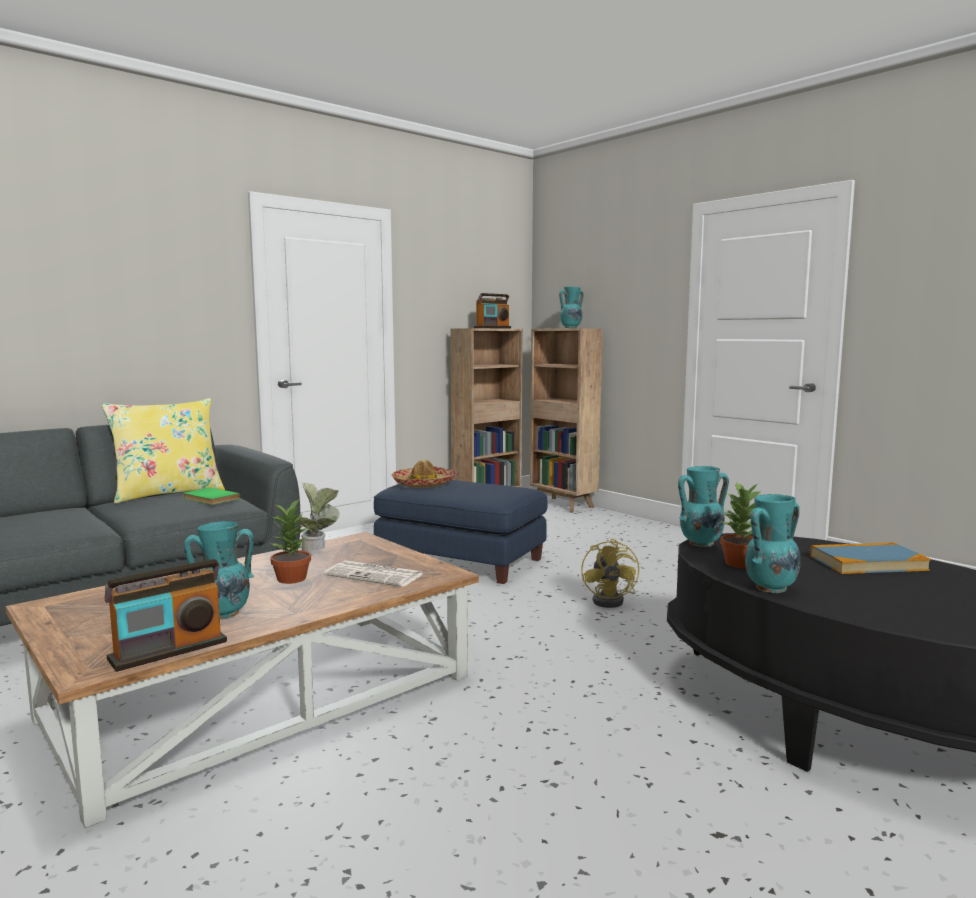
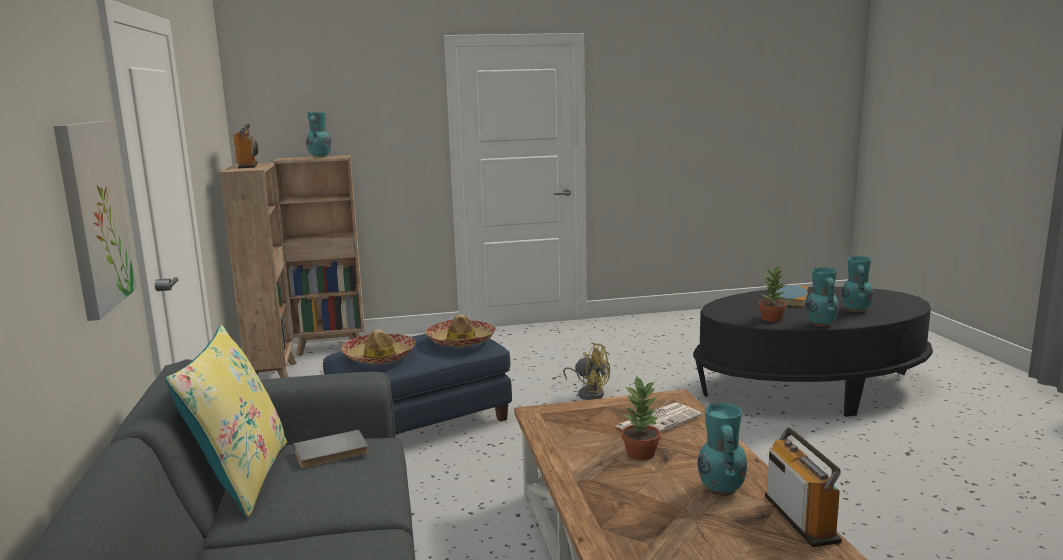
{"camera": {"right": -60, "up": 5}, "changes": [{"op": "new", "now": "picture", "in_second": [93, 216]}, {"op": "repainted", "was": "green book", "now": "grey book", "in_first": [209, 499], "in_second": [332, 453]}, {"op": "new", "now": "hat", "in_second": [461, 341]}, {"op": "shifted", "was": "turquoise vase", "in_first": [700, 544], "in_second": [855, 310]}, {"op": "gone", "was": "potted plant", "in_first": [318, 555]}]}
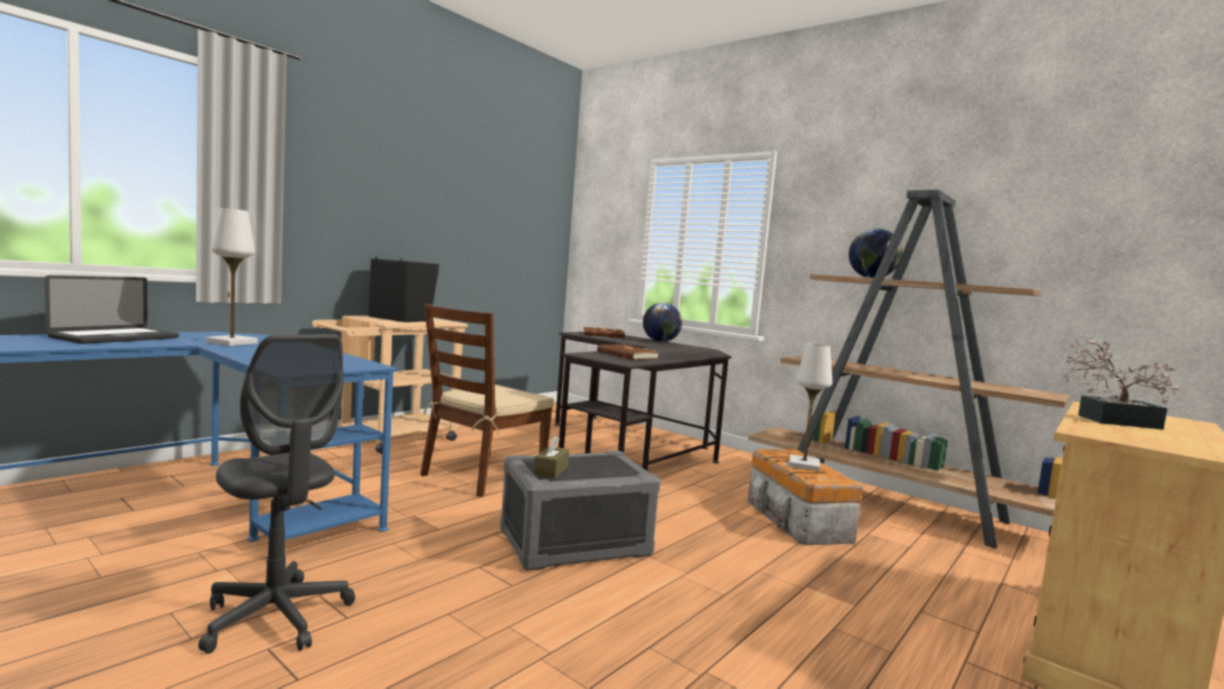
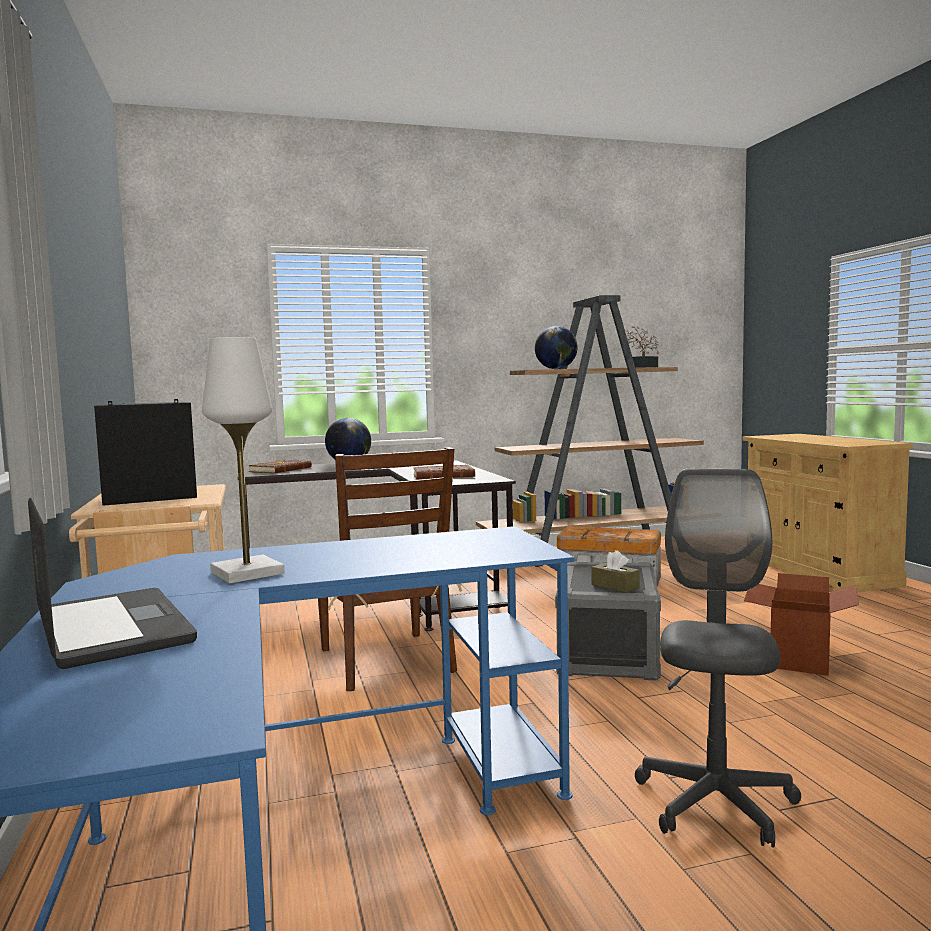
{"camera": {"right": -55, "up": 0}, "changes": [{"op": "shifted", "was": "potted plant", "in_first": [1110, 421], "in_second": [640, 367]}, {"op": "rotated", "was": "grey office chair", "in_first": [276, 617], "in_second": [715, 802], "clockwise": -60}, {"op": "new", "now": "cardboard box", "in_second": [798, 659]}, {"op": "gone", "was": "white table lamp", "in_first": [804, 465]}]}
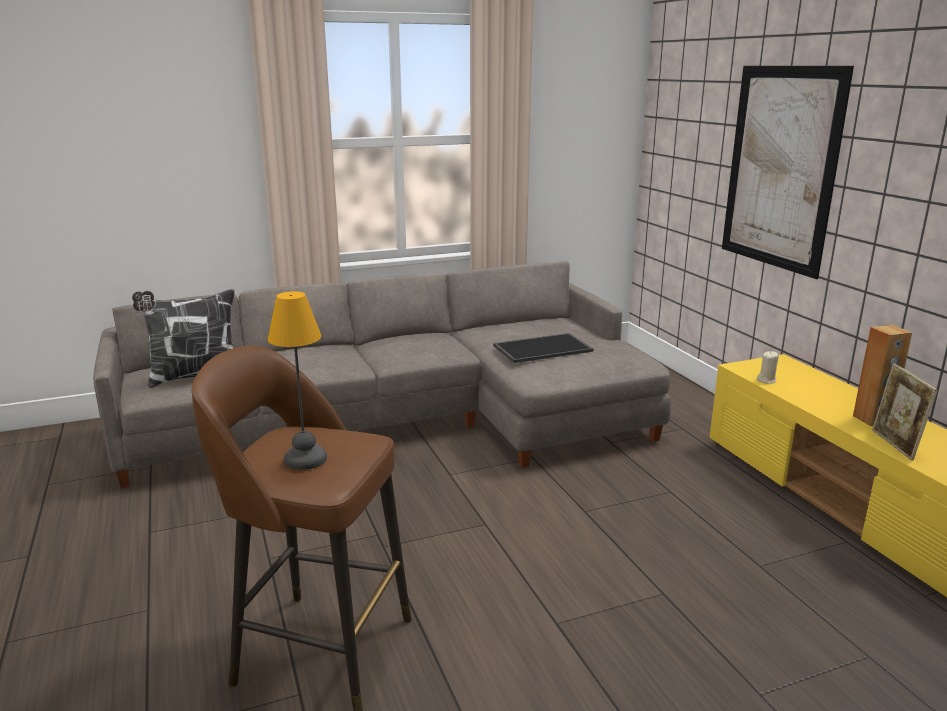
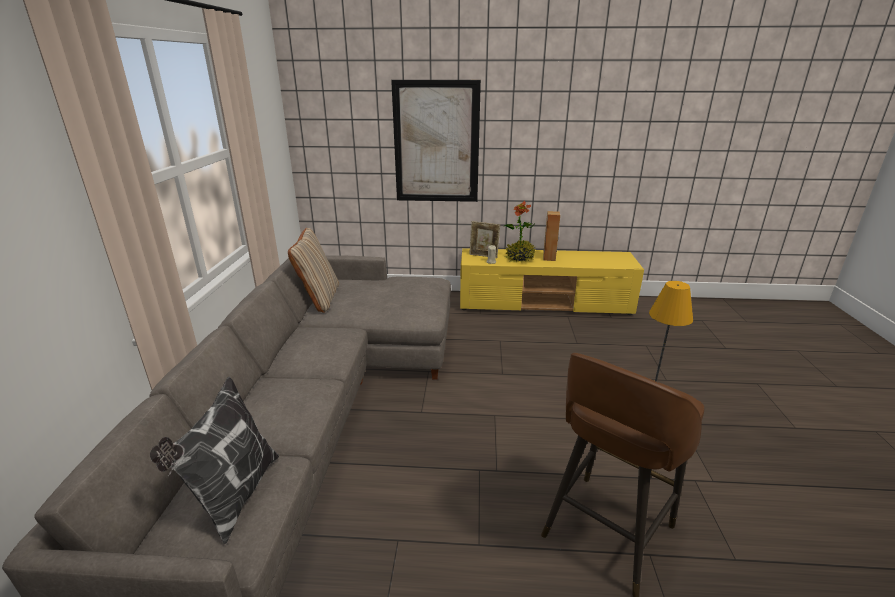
{"camera": {"right": -65, "up": 5}, "changes": [{"op": "new", "now": "beige pillow", "in_second": [319, 298]}, {"op": "shifted", "was": "picture frame", "in_first": [895, 445], "in_second": [483, 256]}, {"op": "new", "now": "potted plant", "in_second": [519, 258]}, {"op": "gone", "was": "tray", "in_first": [543, 348]}]}
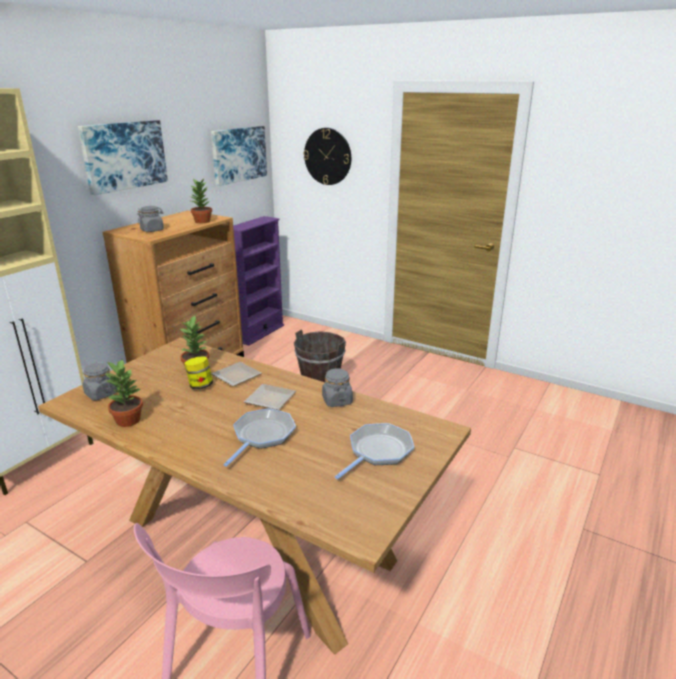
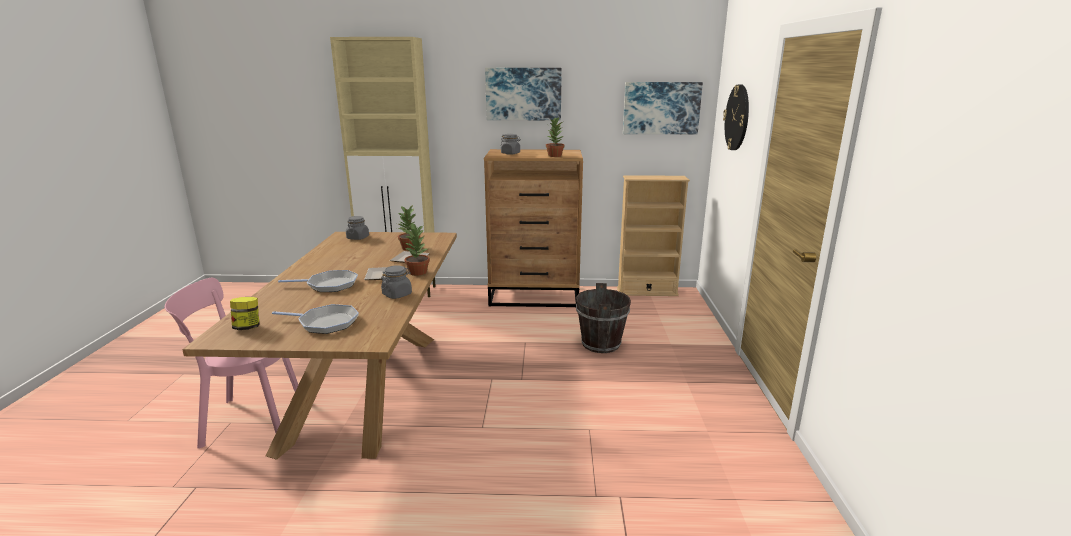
{"camera": {"right": 60, "up": -5}, "changes": [{"op": "shifted", "was": "jar", "in_first": [200, 386], "in_second": [247, 327]}, {"op": "shifted", "was": "potted plant", "in_first": [128, 420], "in_second": [418, 272]}, {"op": "repainted", "was": "purple bookcase", "now": "beige bookcase", "in_first": [259, 333], "in_second": [647, 292]}]}
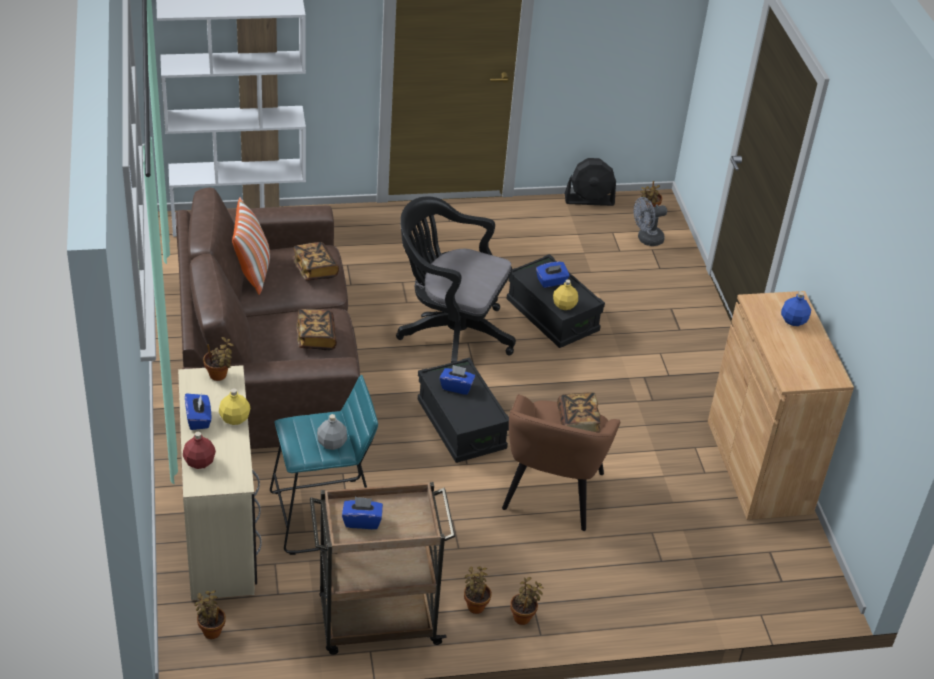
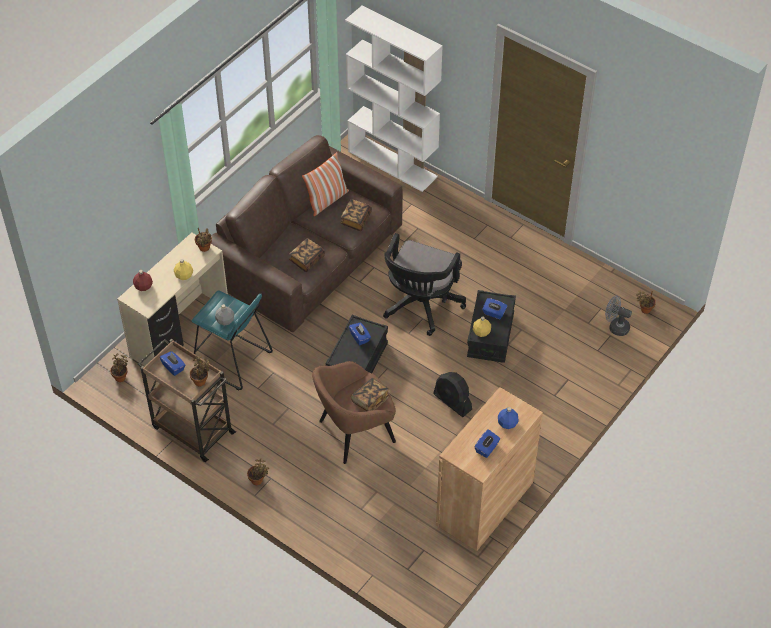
{"camera": {"right": 50, "up": 10}, "changes": [{"op": "shifted", "was": "potted plant", "in_first": [475, 605], "in_second": [201, 381]}, {"op": "rotated", "was": "black office chair", "in_first": [450, 333], "in_second": [420, 306], "clockwise": -135}, {"op": "shifted", "was": "black fan", "in_first": [589, 200], "in_second": [452, 402]}, {"op": "shifted", "was": "blue tissue box", "in_first": [198, 419], "in_second": [487, 448]}]}
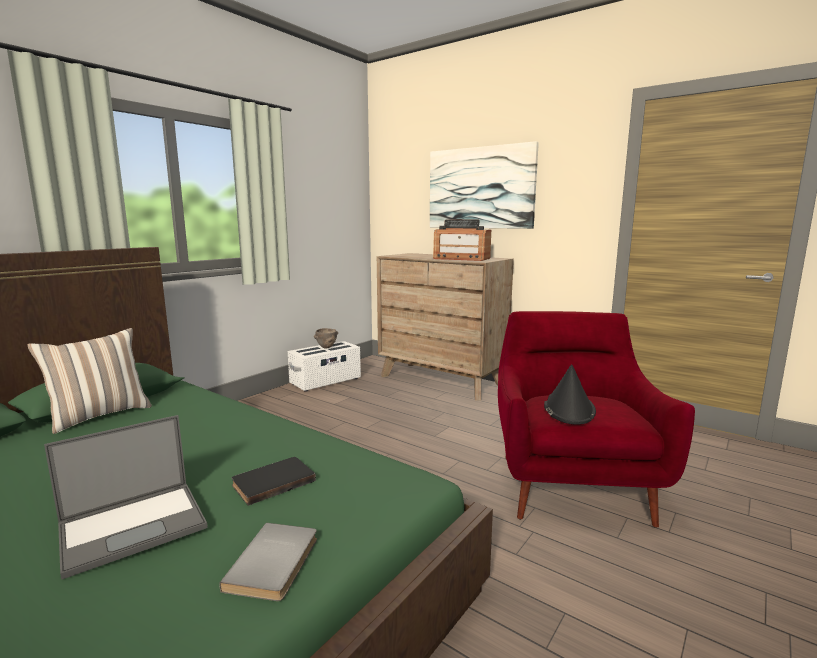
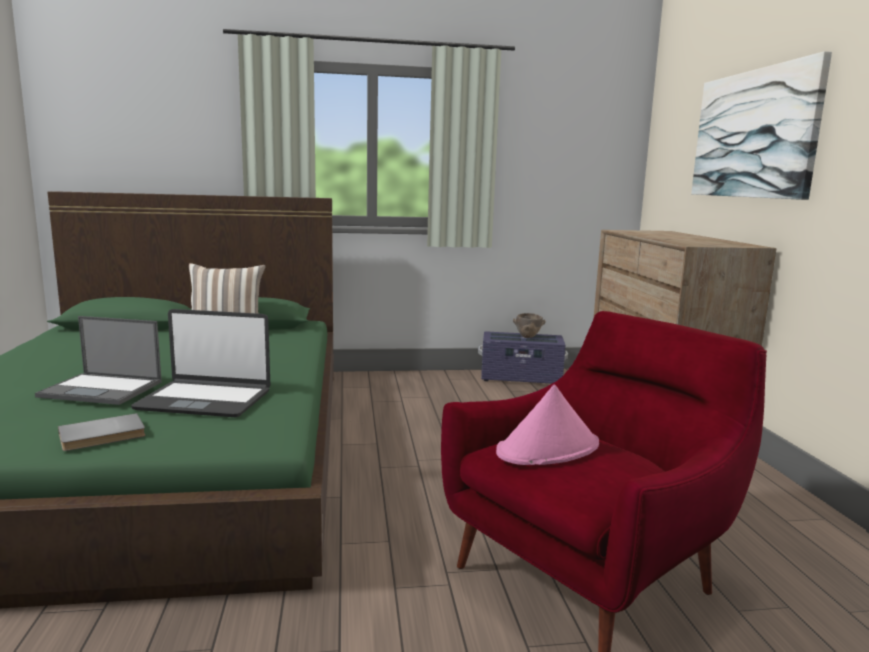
{"camera": {"right": 45, "up": 0}, "changes": [{"op": "swapped", "was": "black book", "now": "laptop", "in_first": [272, 482], "in_second": [205, 400]}, {"op": "repainted", "was": "white storage box", "now": "purple storage box", "in_first": [326, 381], "in_second": [521, 378]}, {"op": "repainted", "was": "black hat", "now": "pink hat", "in_first": [568, 409], "in_second": [548, 449]}, {"op": "gone", "was": "radio", "in_first": [461, 259]}]}
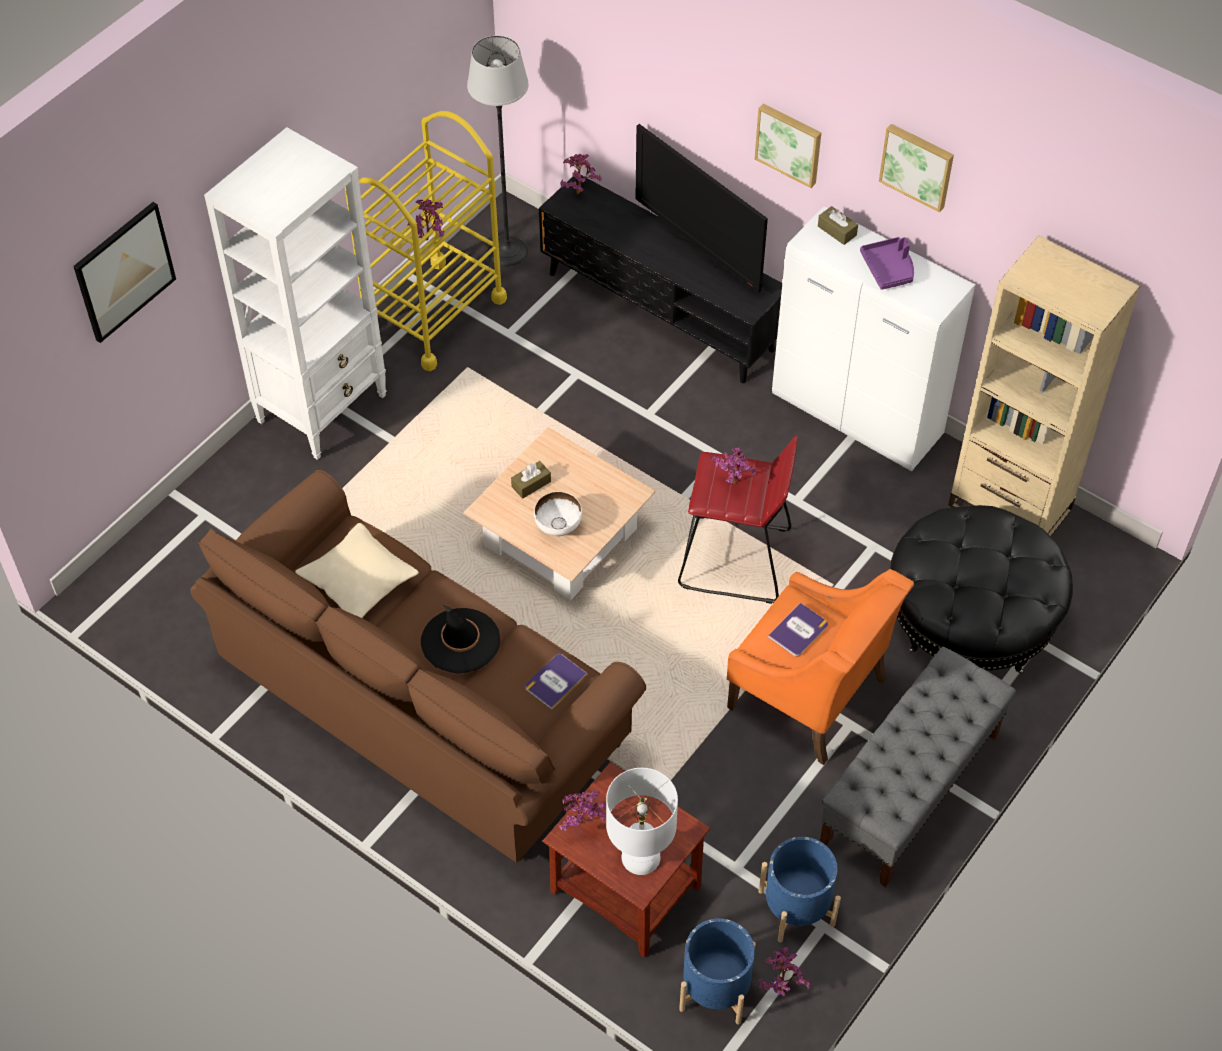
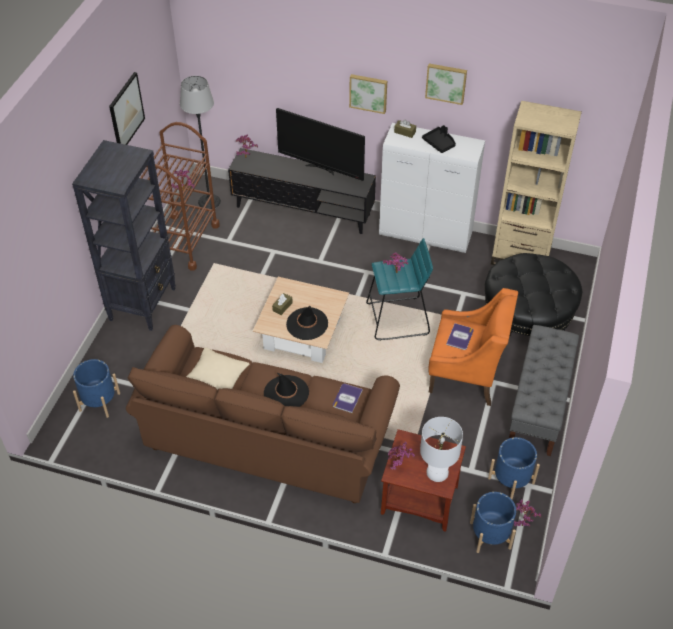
{"camera": {"right": -20, "up": -5}, "changes": [{"op": "repainted", "was": "white bookcase", "now": "black bookcase", "in_first": [323, 407], "in_second": [143, 303]}, {"op": "new", "now": "blue planter", "in_second": [99, 402]}, {"op": "shifted", "was": "picture", "in_first": [124, 271], "in_second": [126, 112]}, {"op": "repainted", "was": "yellow cart", "now": "brown cart", "in_first": [433, 314], "in_second": [183, 241]}, {"op": "swapped", "was": "white bowl", "now": "black hat", "in_first": [558, 527], "in_second": [307, 324]}, {"op": "repainted", "was": "red stool", "now": "turquoise stool", "in_first": [735, 559], "in_second": [397, 319]}, {"op": "repainted", "was": "purple tray", "now": "black tray", "in_first": [889, 269], "in_second": [439, 143]}]}
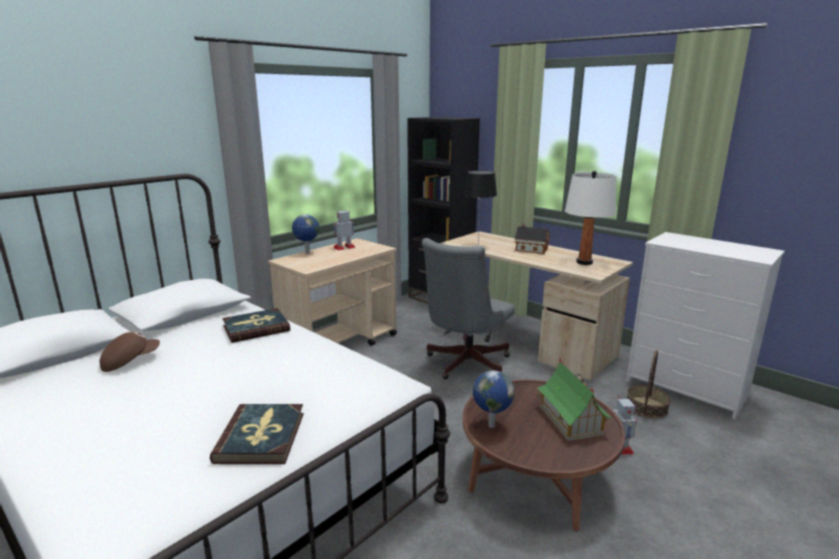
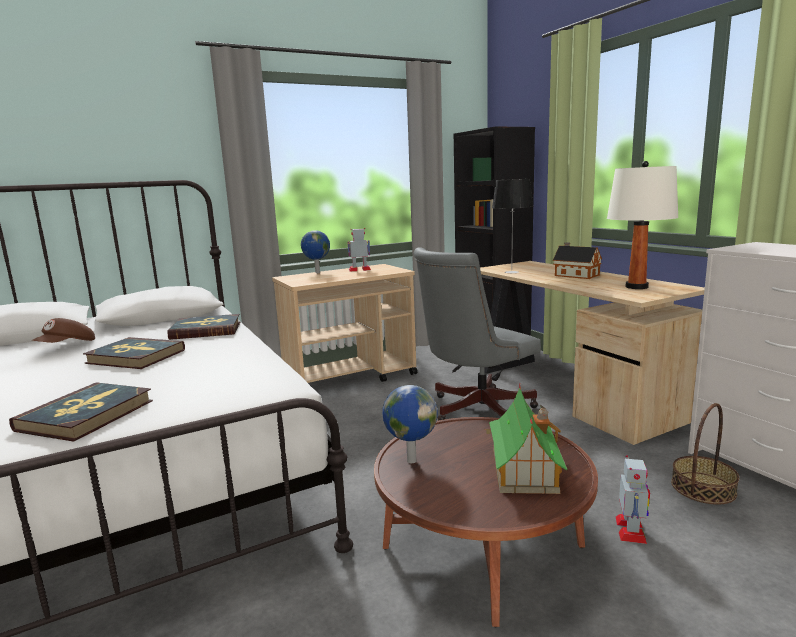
{"camera": {"right": 20, "up": -5}, "changes": [{"op": "rotated", "was": "brown cap", "in_first": [130, 361], "in_second": [67, 346], "clockwise": 135}, {"op": "new", "now": "book", "in_second": [135, 357]}]}
